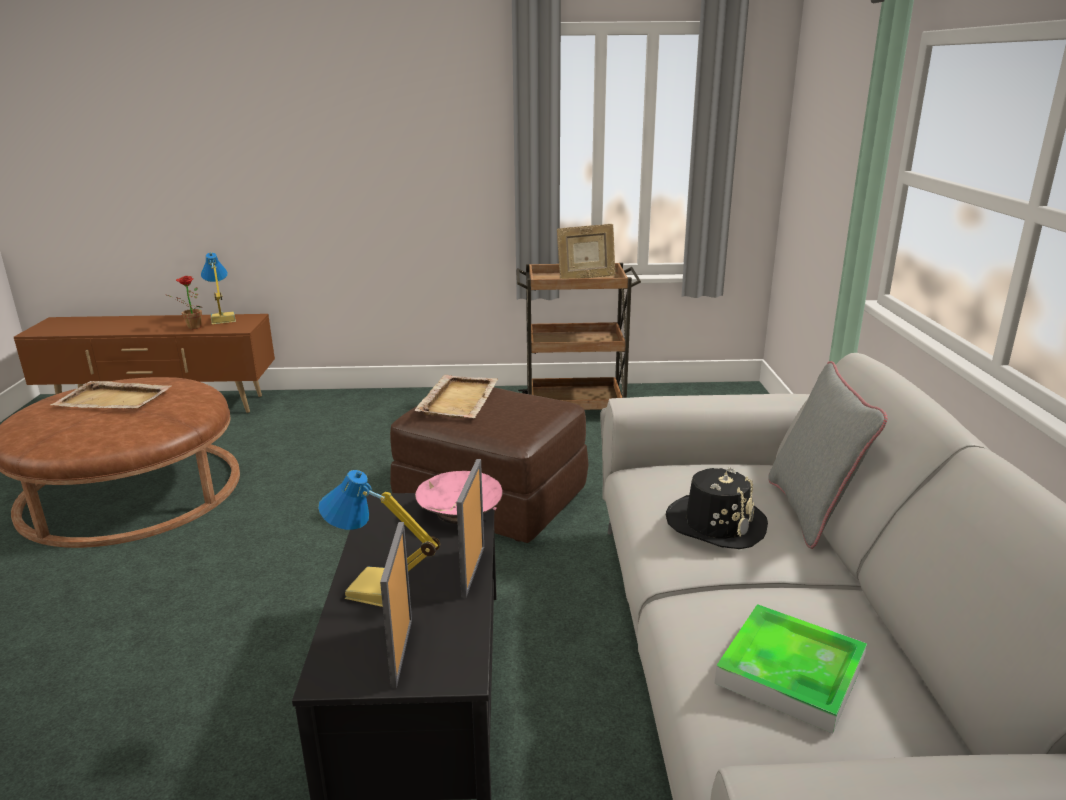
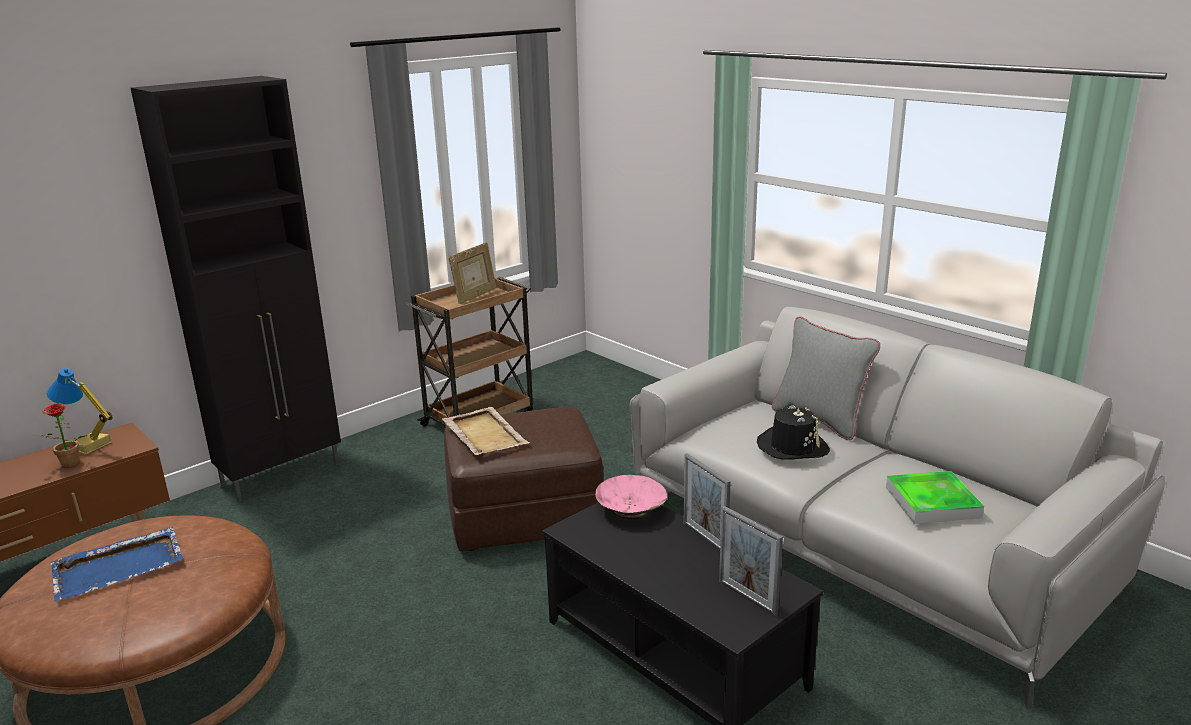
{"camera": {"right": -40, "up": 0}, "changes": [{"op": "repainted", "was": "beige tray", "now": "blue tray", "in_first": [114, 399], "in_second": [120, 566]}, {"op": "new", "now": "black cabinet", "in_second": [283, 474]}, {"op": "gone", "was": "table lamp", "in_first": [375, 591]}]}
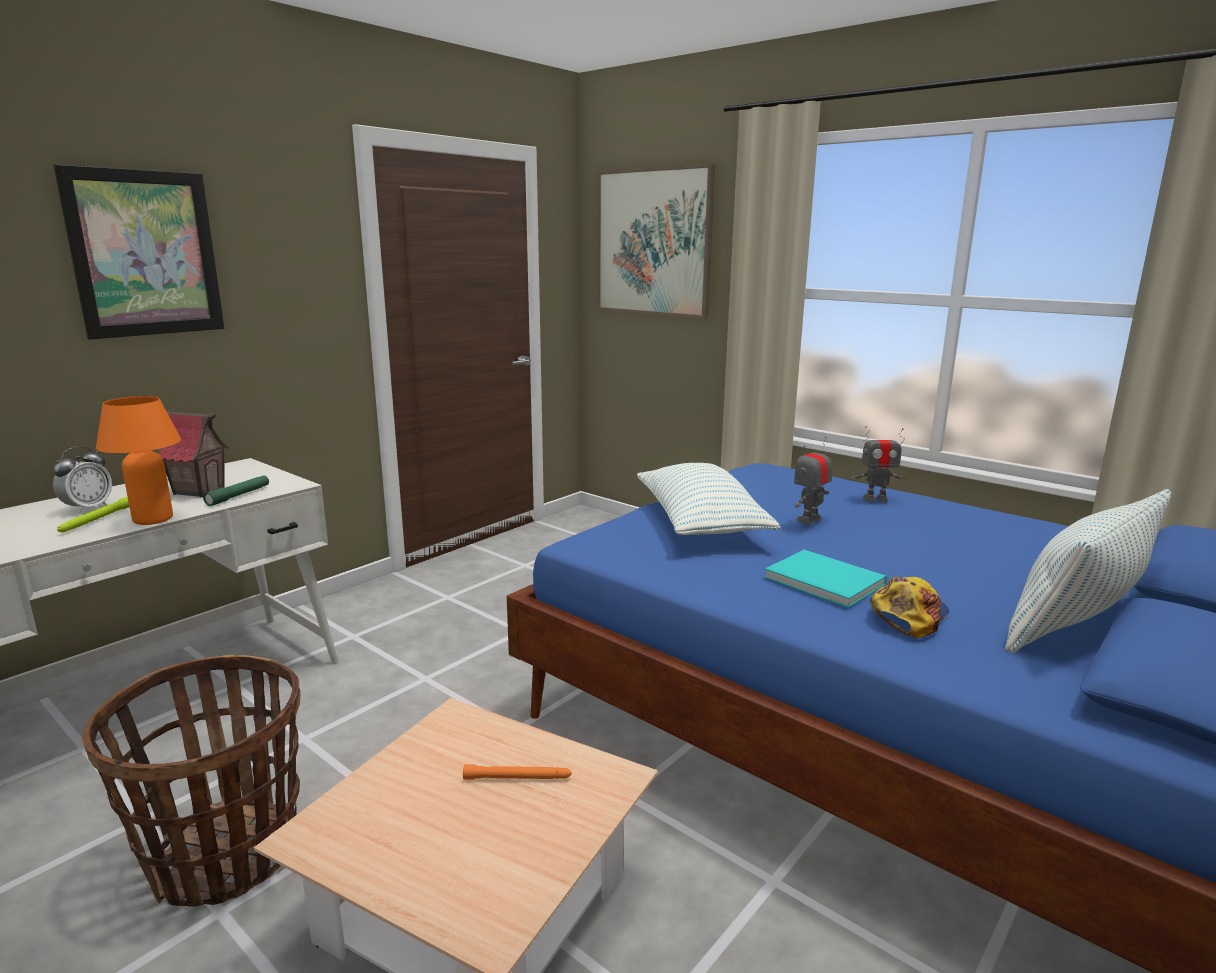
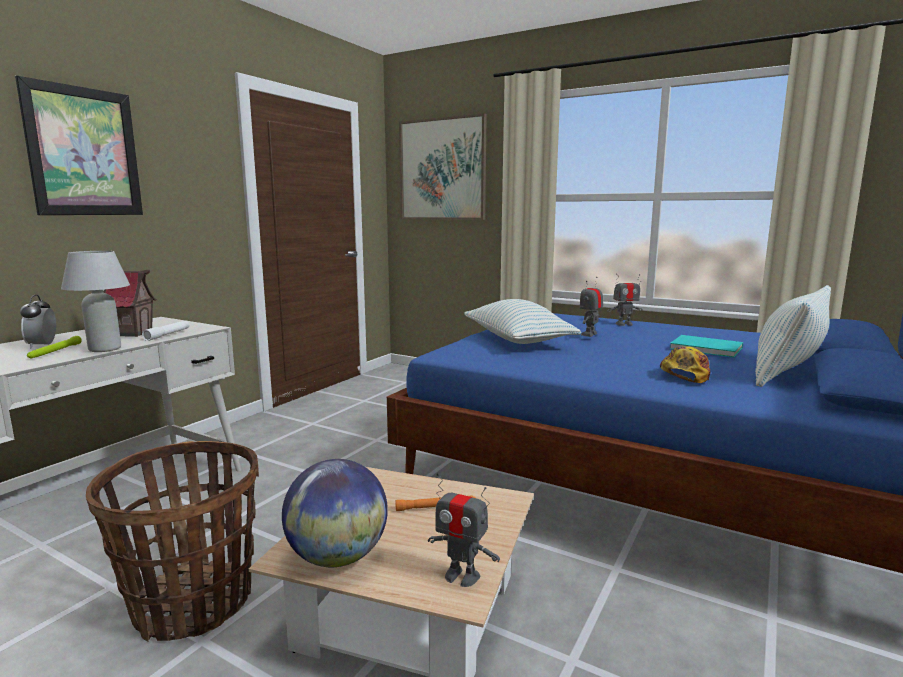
{"camera": {"right": -10, "up": -5}, "changes": [{"op": "rotated", "was": "alarm clock", "in_first": [88, 508], "in_second": [42, 346], "clockwise": 150}, {"op": "repainted", "was": "orange table lamp", "now": "white table lamp", "in_first": [153, 519], "in_second": [105, 349]}, {"op": "repainted", "was": "green flashlight", "now": "white flashlight", "in_first": [238, 496], "in_second": [167, 335]}, {"op": "new", "now": "globe", "in_second": [338, 557]}, {"op": "new", "now": "toy robot", "in_second": [462, 576]}, {"op": "shifted", "was": "turquoise book", "in_first": [823, 579], "in_second": [704, 347]}]}
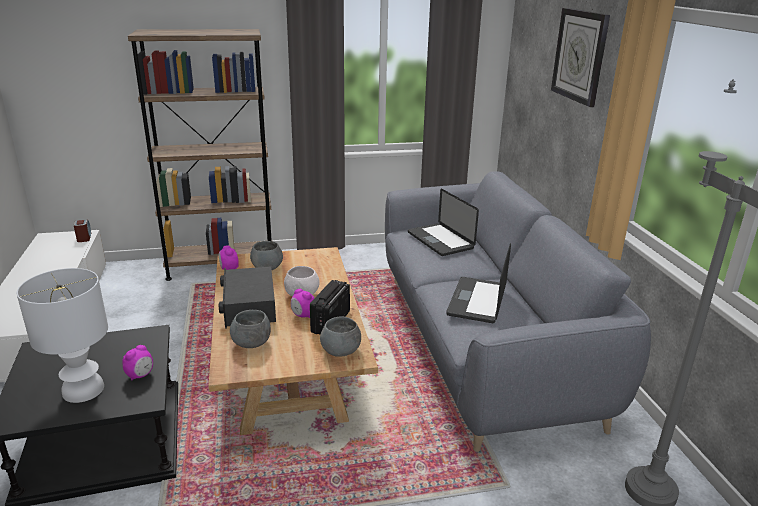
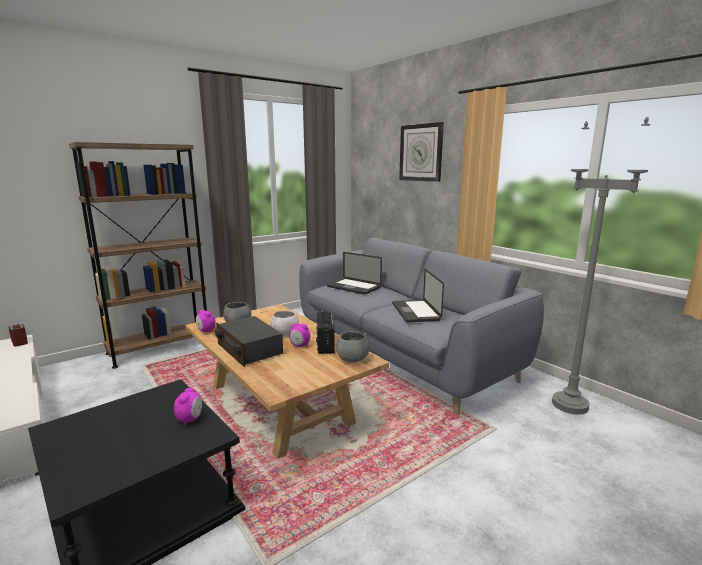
{"camera": {"right": -25, "up": -10}, "changes": [{"op": "gone", "was": "white table lamp", "in_first": [82, 389]}, {"op": "gone", "was": "grey bowl", "in_first": [251, 343]}]}
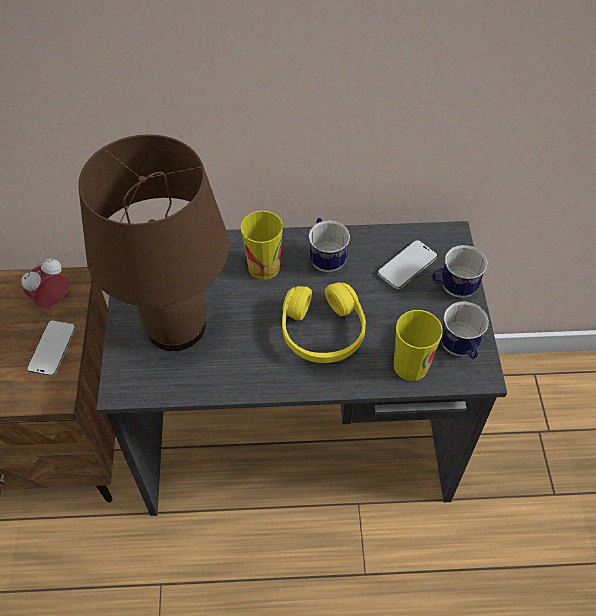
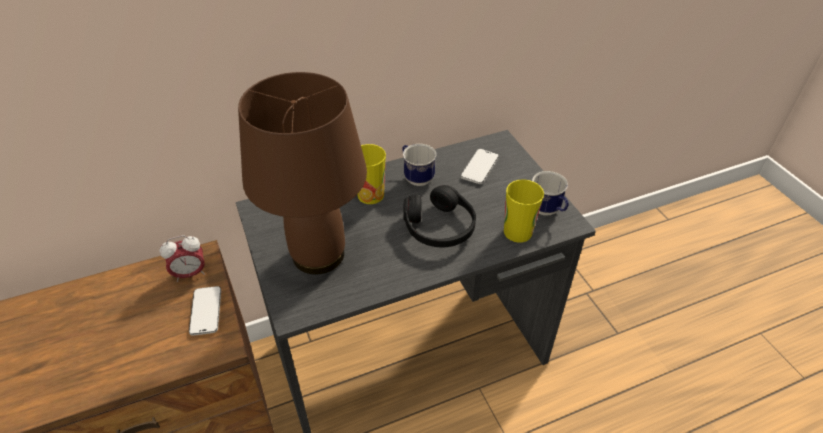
{"camera": {"right": -20, "up": -10}, "changes": [{"op": "rotated", "was": "alarm clock", "in_first": [52, 300], "in_second": [190, 274], "clockwise": -135}, {"op": "repainted", "was": "yellow headphones", "now": "black headphones", "in_first": [322, 331], "in_second": [439, 227]}, {"op": "gone", "was": "mug", "in_first": [453, 288]}]}
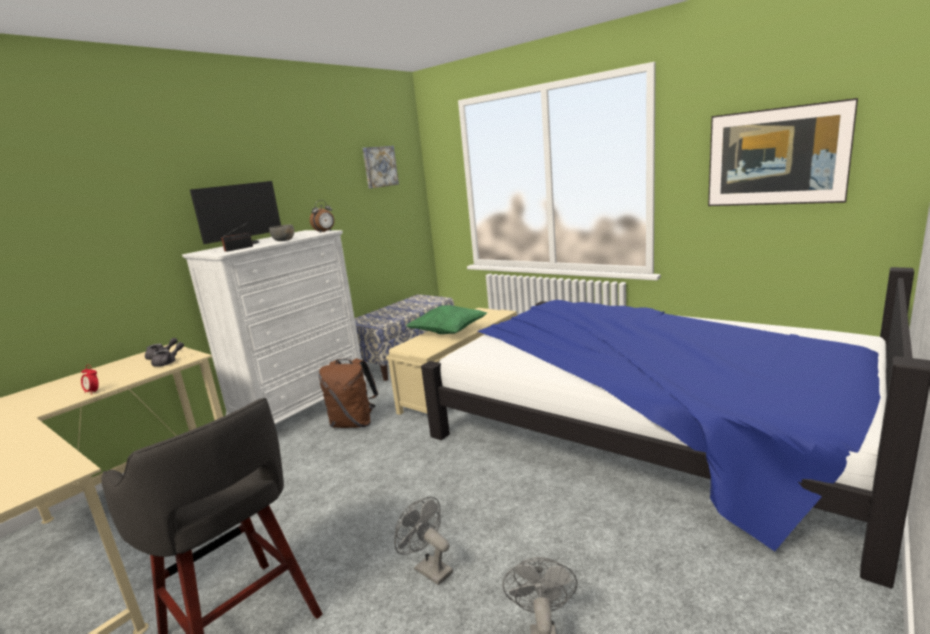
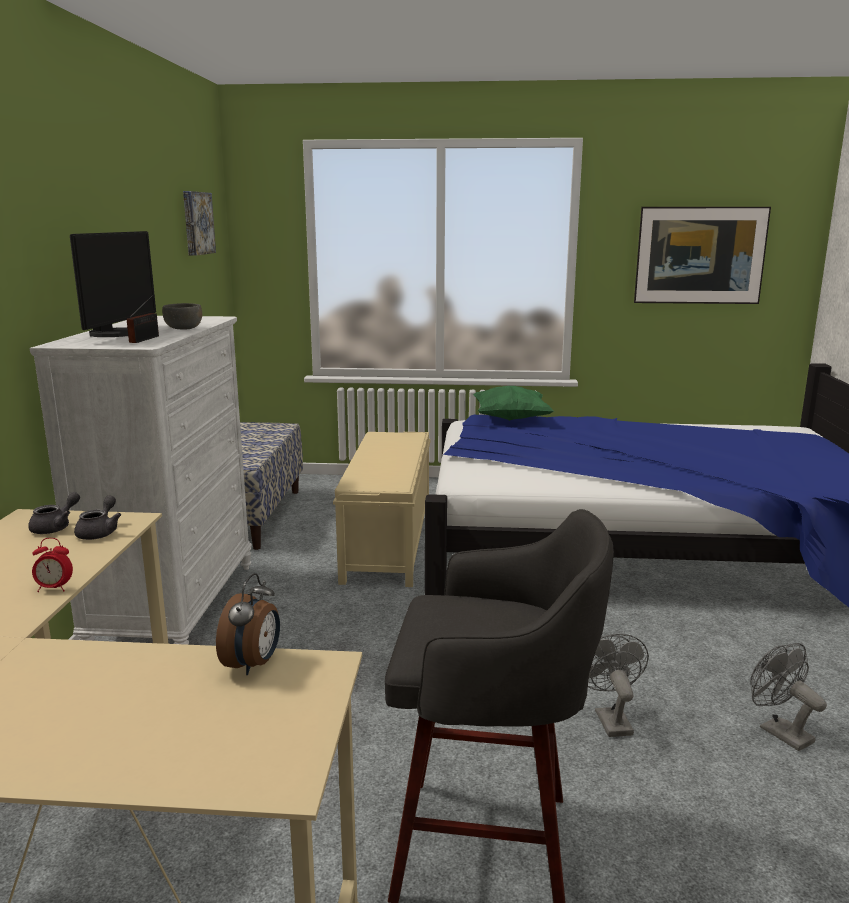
{"camera": {"right": -35, "up": 0}, "changes": [{"op": "shifted", "was": "alarm clock", "in_first": [325, 231], "in_second": [253, 664]}, {"op": "shifted", "was": "green pillow", "in_first": [449, 332], "in_second": [511, 419]}, {"op": "rotated", "was": "grey fan", "in_first": [428, 568], "in_second": [610, 718], "clockwise": 75}, {"op": "gone", "was": "brown backpack", "in_first": [354, 423]}]}
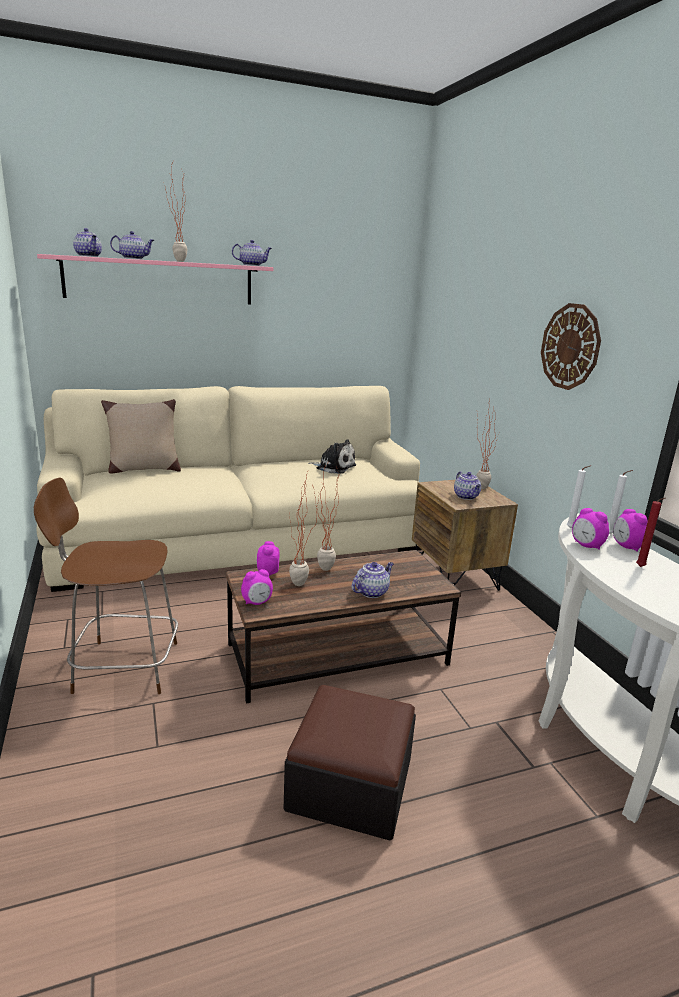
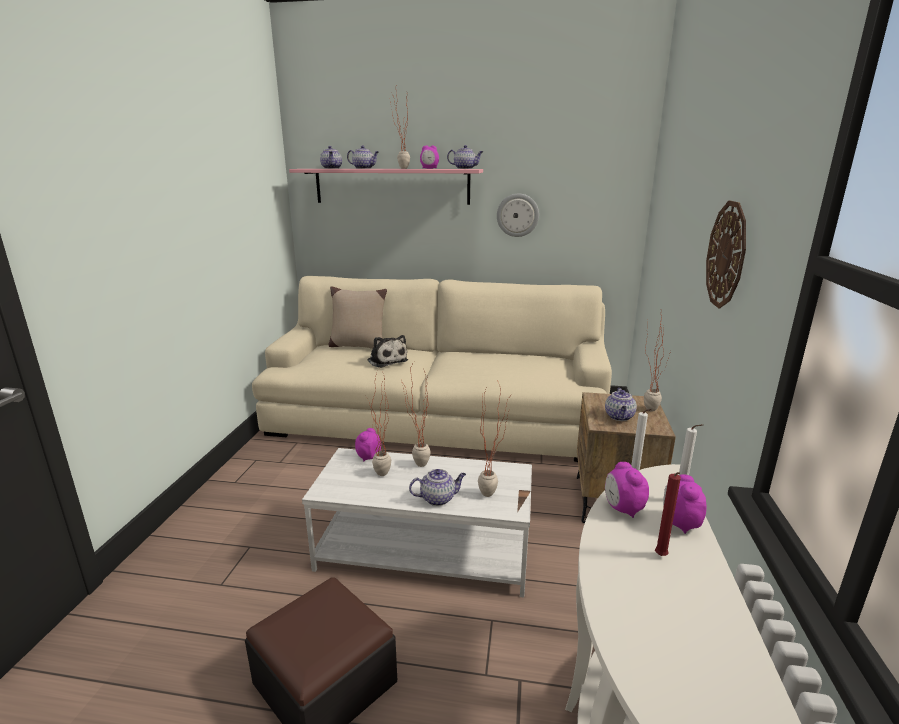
{"camera": {"right": 30, "up": 0}, "changes": [{"op": "repainted", "was": "brown coffee table", "now": "white coffee table", "in_first": [338, 653], "in_second": [425, 550]}, {"op": "shifted", "was": "plush toy", "in_first": [334, 467], "in_second": [386, 360]}, {"op": "shifted", "was": "alarm clock", "in_first": [257, 603], "in_second": [429, 168]}, {"op": "new", "now": "potted plant", "in_second": [493, 494]}, {"op": "new", "now": "wall clock", "in_second": [517, 215]}, {"op": "gone", "was": "brown stool", "in_first": [122, 666]}]}
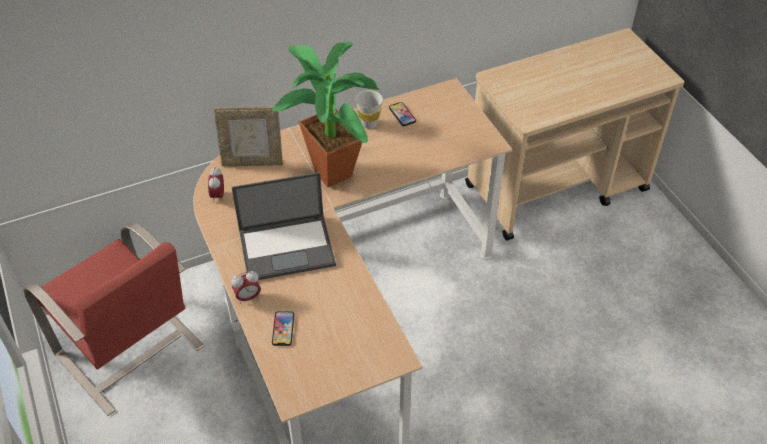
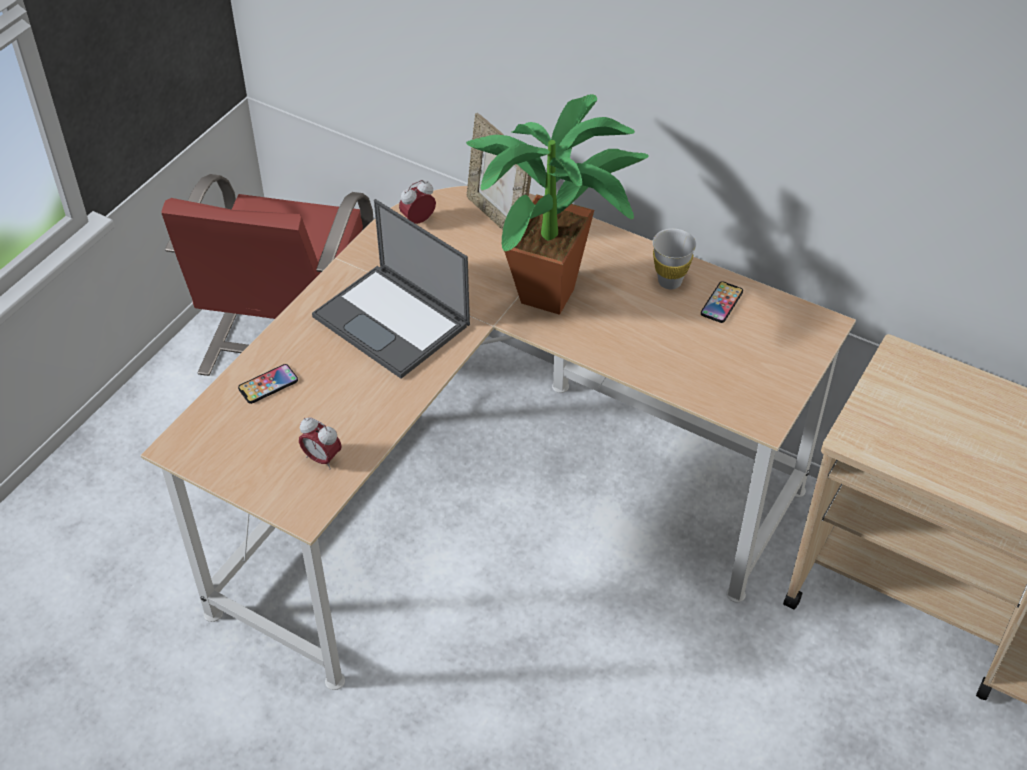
{"camera": {"right": 55, "up": 0}, "changes": [{"op": "shifted", "was": "alarm clock", "in_first": [248, 297], "in_second": [322, 459]}]}
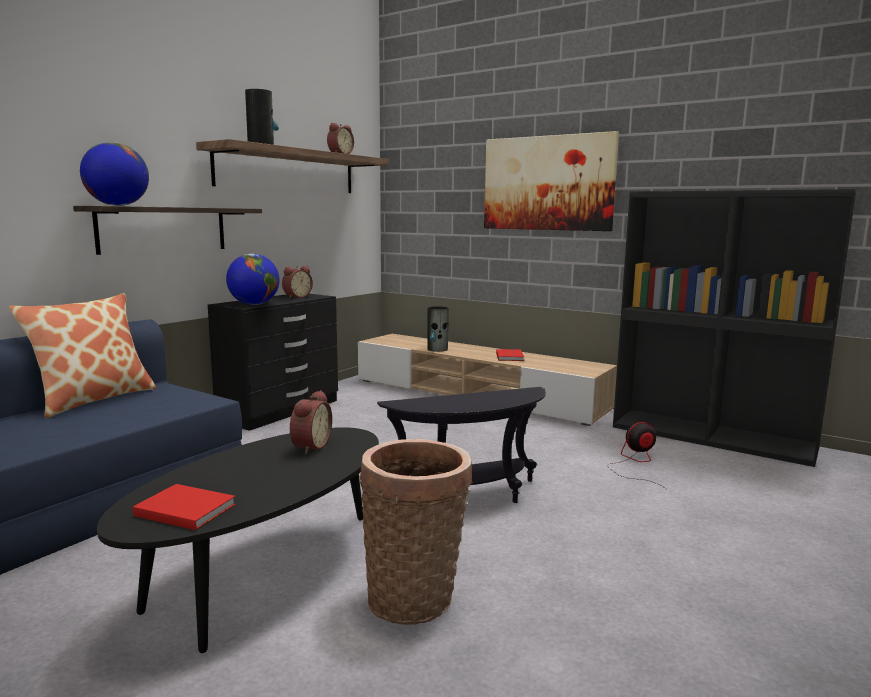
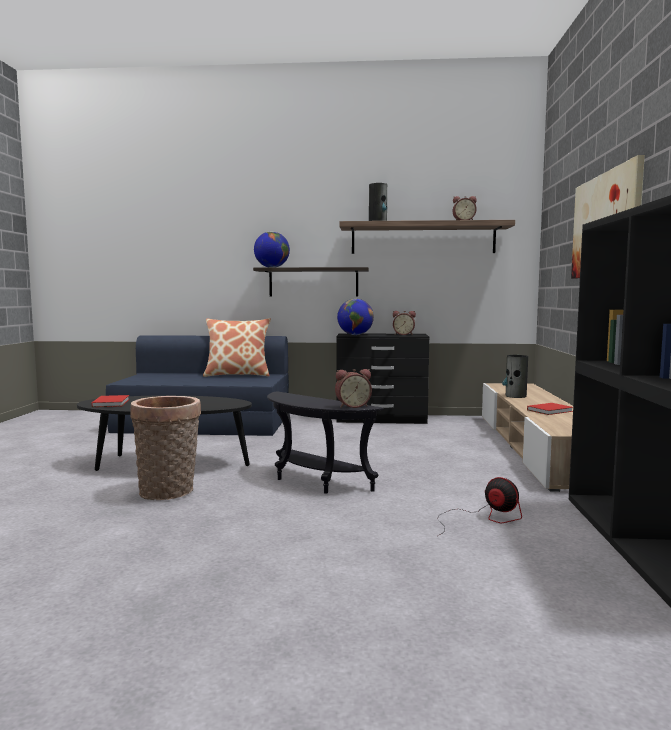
{"camera": {"right": 60, "up": -5}, "changes": [{"op": "shifted", "was": "alarm clock", "in_first": [309, 446], "in_second": [352, 406]}]}
